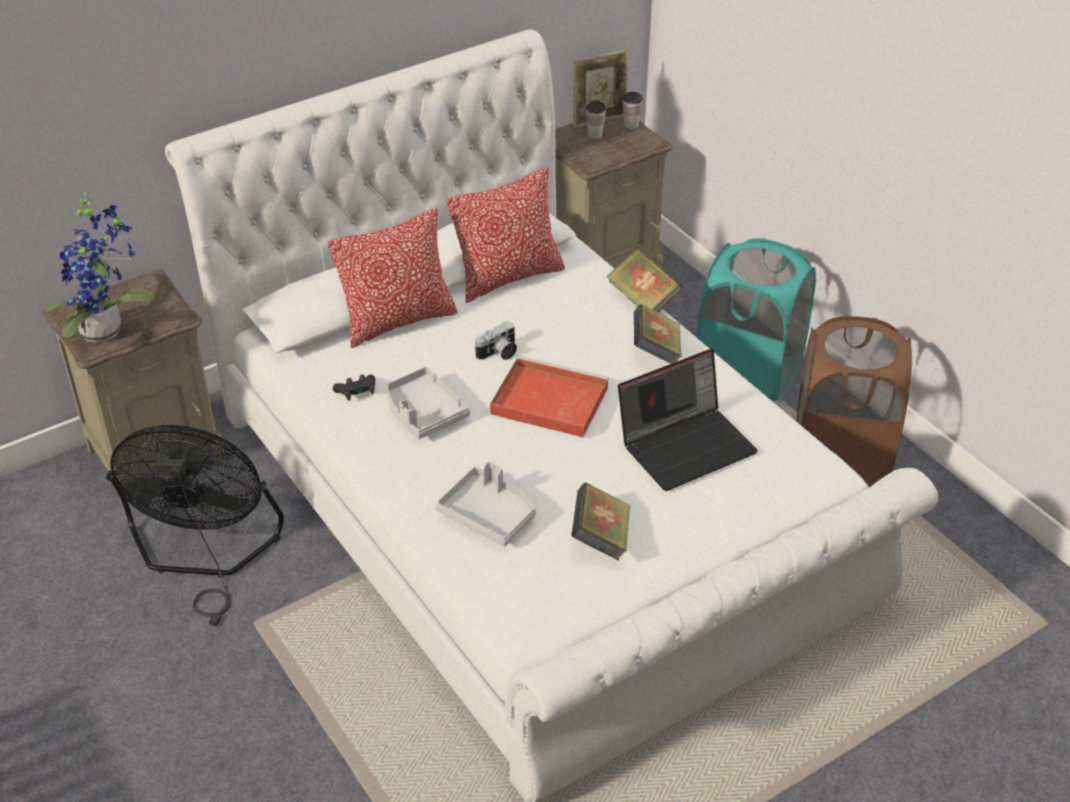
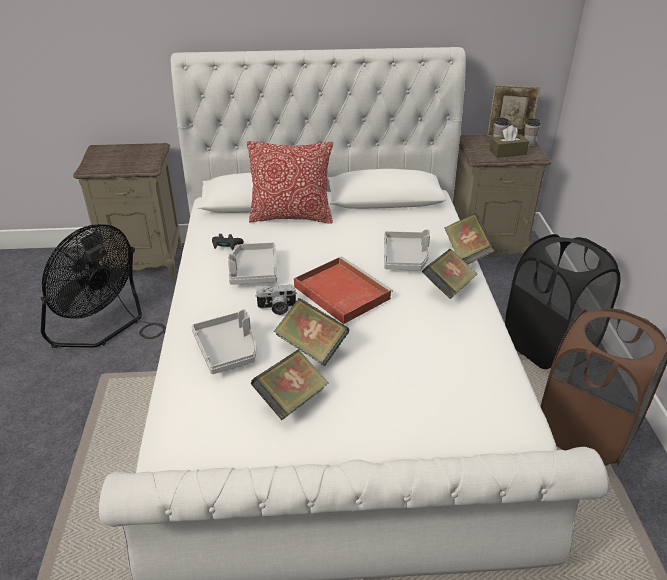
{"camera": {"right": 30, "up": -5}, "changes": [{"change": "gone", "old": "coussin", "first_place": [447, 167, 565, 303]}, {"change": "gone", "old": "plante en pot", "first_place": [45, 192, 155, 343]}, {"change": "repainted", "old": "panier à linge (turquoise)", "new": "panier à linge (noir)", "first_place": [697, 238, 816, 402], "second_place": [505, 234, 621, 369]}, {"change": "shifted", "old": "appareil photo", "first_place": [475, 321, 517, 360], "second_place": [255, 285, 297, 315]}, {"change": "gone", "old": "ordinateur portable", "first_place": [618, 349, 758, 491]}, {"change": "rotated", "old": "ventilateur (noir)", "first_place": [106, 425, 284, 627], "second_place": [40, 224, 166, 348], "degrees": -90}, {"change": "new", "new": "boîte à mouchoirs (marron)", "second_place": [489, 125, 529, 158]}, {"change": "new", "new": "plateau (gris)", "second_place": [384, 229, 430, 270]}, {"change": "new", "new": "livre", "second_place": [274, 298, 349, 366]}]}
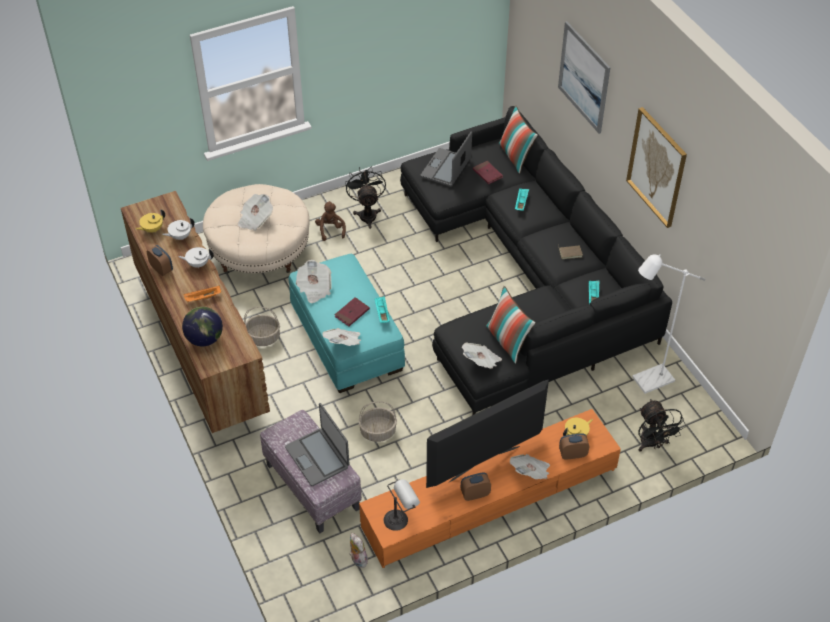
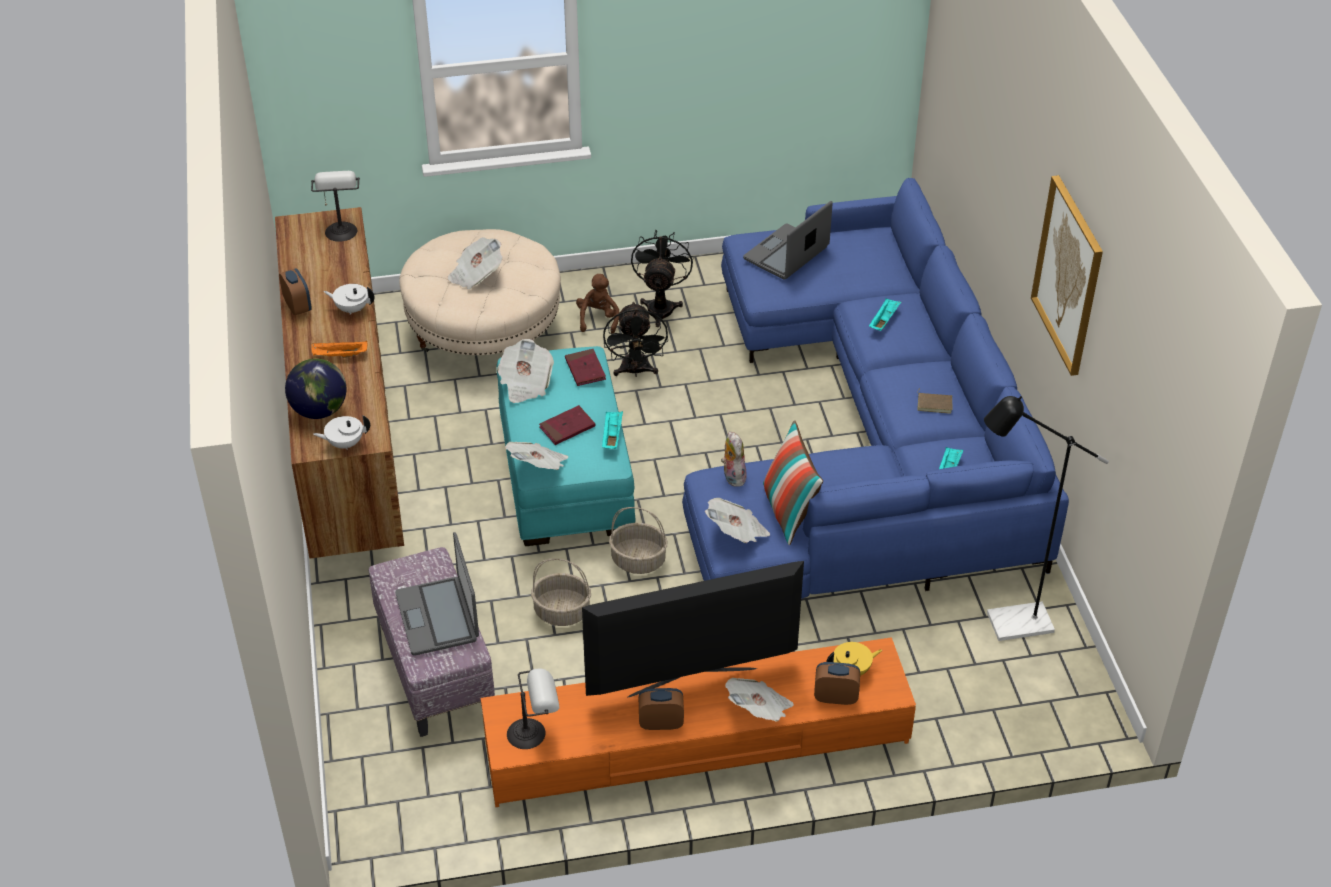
{"camera": {"right": 15, "up": -5}, "changes": [{"change": "gone", "old": "tableau", "first_place": [558, 21, 610, 134]}, {"change": "gone", "old": "coussin", "first_place": [499, 105, 538, 174]}, {"change": "repainted", "old": "canapé (noir)", "new": "canapé (bleu)", "first_place": [400, 106, 672, 415], "second_place": [682, 178, 1069, 599]}, {"change": "shifted", "old": "livre (rouge)", "first_place": [473, 161, 503, 184], "second_place": [565, 349, 606, 386]}, {"change": "gone", "old": "théière (jaune)", "first_place": [135, 209, 165, 233]}, {"change": "shifted", "old": "théière (blanc)", "first_place": [162, 218, 194, 240], "second_place": [313, 415, 370, 450]}, {"change": "repainted", "old": "lampadaire (blanc)", "new": "lampadaire (noir)", "first_place": [632, 254, 706, 394], "second_place": [984, 396, 1109, 641]}, {"change": "shifted", "old": "panier", "first_place": [244, 307, 280, 346], "second_place": [609, 507, 668, 574]}, {"change": "shifted", "old": "ventilateur (noir)", "first_place": [638, 399, 686, 451], "second_place": [603, 302, 668, 377]}, {"change": "shifted", "old": "peluche", "first_place": [349, 533, 368, 568], "second_place": [721, 431, 747, 487]}, {"change": "new", "new": "lampe de table", "second_place": [311, 171, 360, 242]}]}
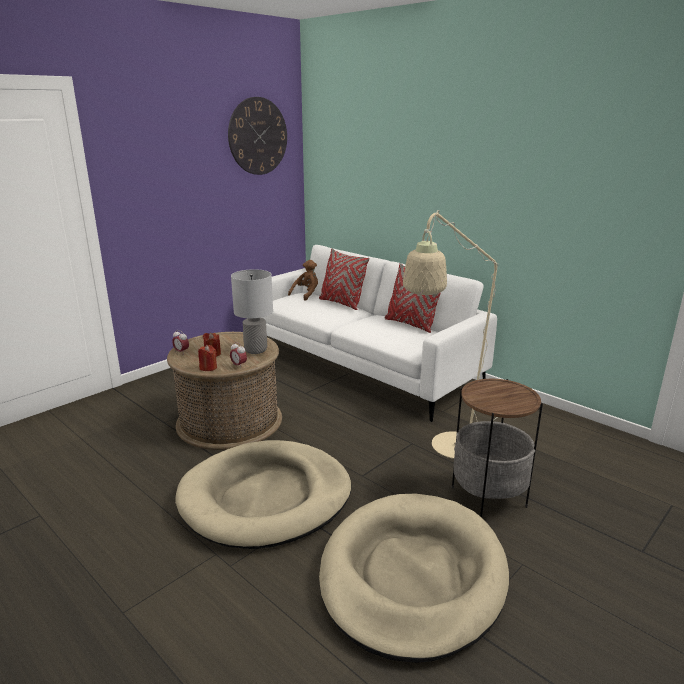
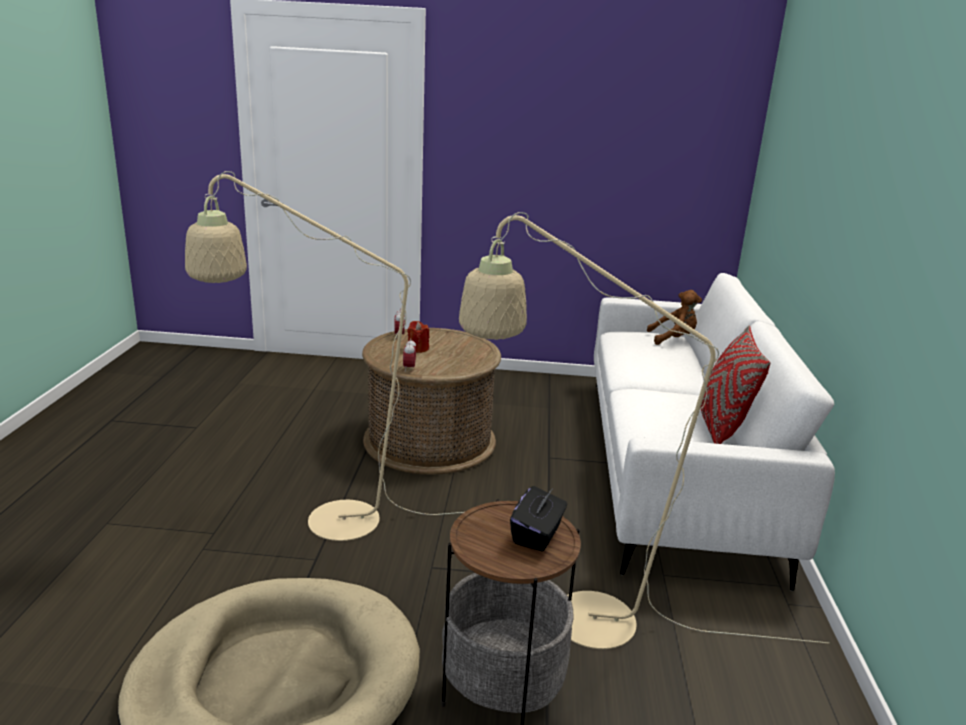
{"camera": {"right": 50, "up": 0}, "changes": [{"change": "gone", "old": "horloge murale", "first_place": [228, 97, 287, 175]}, {"change": "gone", "old": "coussin (rouge)", "first_place": [319, 248, 370, 310]}, {"change": "gone", "old": "lampe de table (gris)", "first_place": [231, 269, 273, 354]}, {"change": "gone", "old": "bougie (rouge)", "first_place": [198, 345, 217, 371]}, {"change": "swapped", "old": "panier pour chien (beige)", "new": "lampadaire (beige)", "first_place": [175, 440, 351, 549], "second_place": [185, 171, 464, 541]}, {"change": "new", "new": "boîte à mouchoirs (noir)", "second_place": [510, 486, 567, 551]}]}
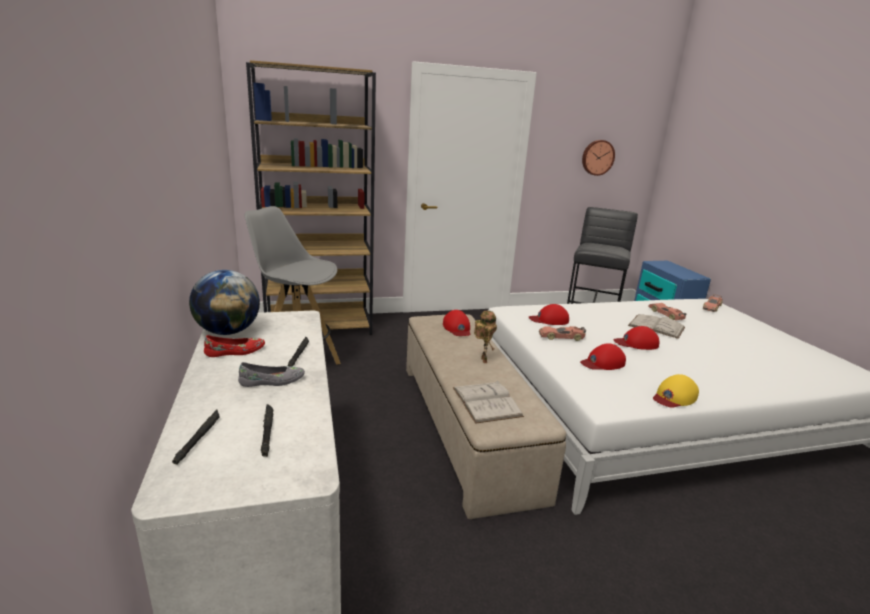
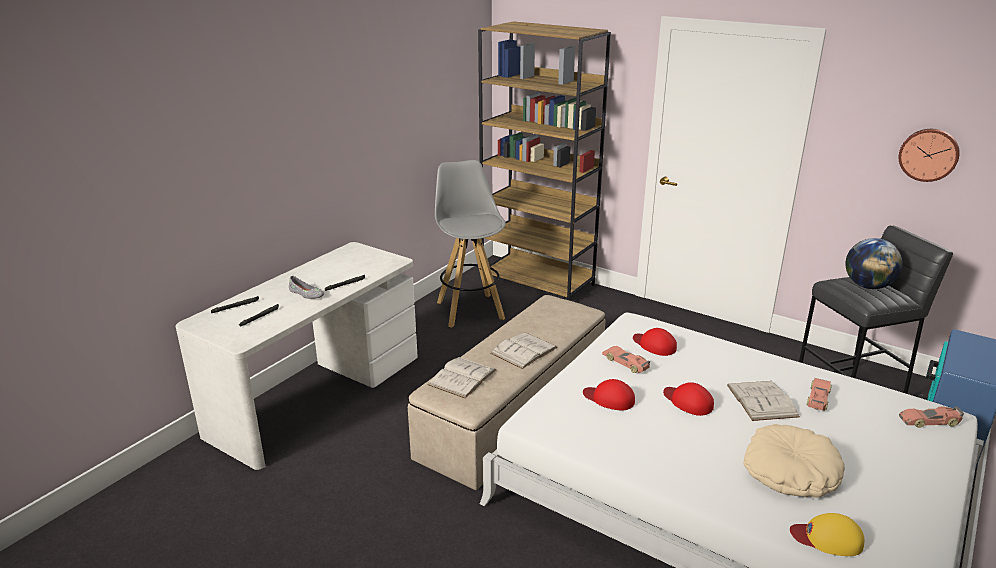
{"camera": {"right": 50, "up": 5}, "changes": [{"change": "shifted", "old": "globe", "first_place": [189, 270, 260, 335], "second_place": [845, 238, 902, 289]}, {"change": "gone", "old": "casquette (rouge)", "first_place": [443, 310, 470, 336]}, {"change": "swapped", "old": "robot jouet", "new": "livre (blanc)", "first_place": [474, 311, 497, 363], "second_place": [490, 332, 558, 369]}, {"change": "gone", "old": "chaussure (rouge)", "first_place": [204, 335, 265, 357]}, {"change": "shifted", "old": "casquette (jaune)", "first_place": [653, 374, 699, 408], "second_place": [790, 513, 864, 556]}, {"change": "new", "new": "coussin (beige)", "second_place": [743, 424, 845, 498]}]}
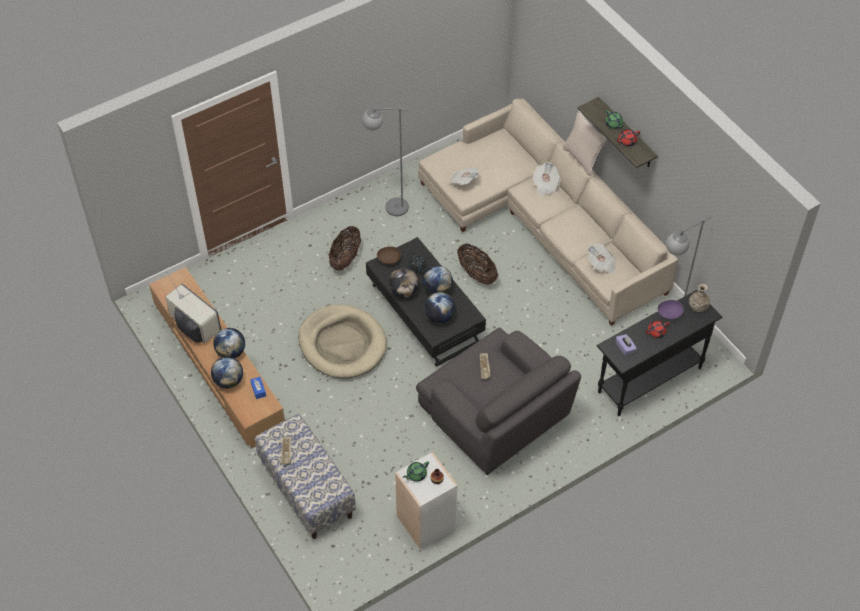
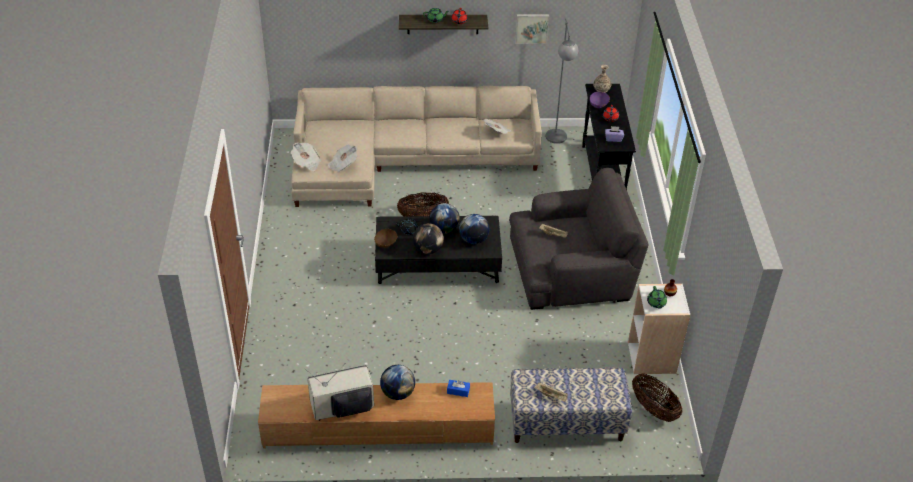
{"camera": {"right": -60, "up": -10}, "changes": [{"change": "gone", "old": "lampadaire (gris)", "first_place": [362, 107, 409, 216]}, {"change": "gone", "old": "coussin (beige)", "first_place": [563, 111, 607, 176]}, {"change": "shifted", "old": "journal", "first_place": [532, 162, 561, 196], "second_place": [291, 142, 322, 172]}, {"change": "shifted", "old": "panier", "first_place": [329, 226, 361, 271], "second_place": [632, 373, 682, 422]}, {"change": "gone", "old": "panier pour chien (beige)", "first_place": [298, 304, 387, 378]}, {"change": "gone", "old": "globe", "first_place": [211, 357, 243, 389]}, {"change": "new", "new": "tableau", "second_place": [515, 14, 550, 44]}]}
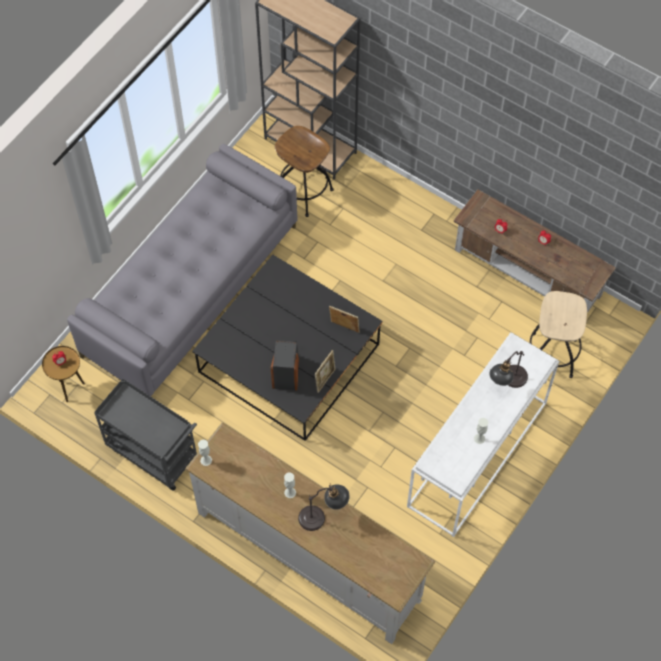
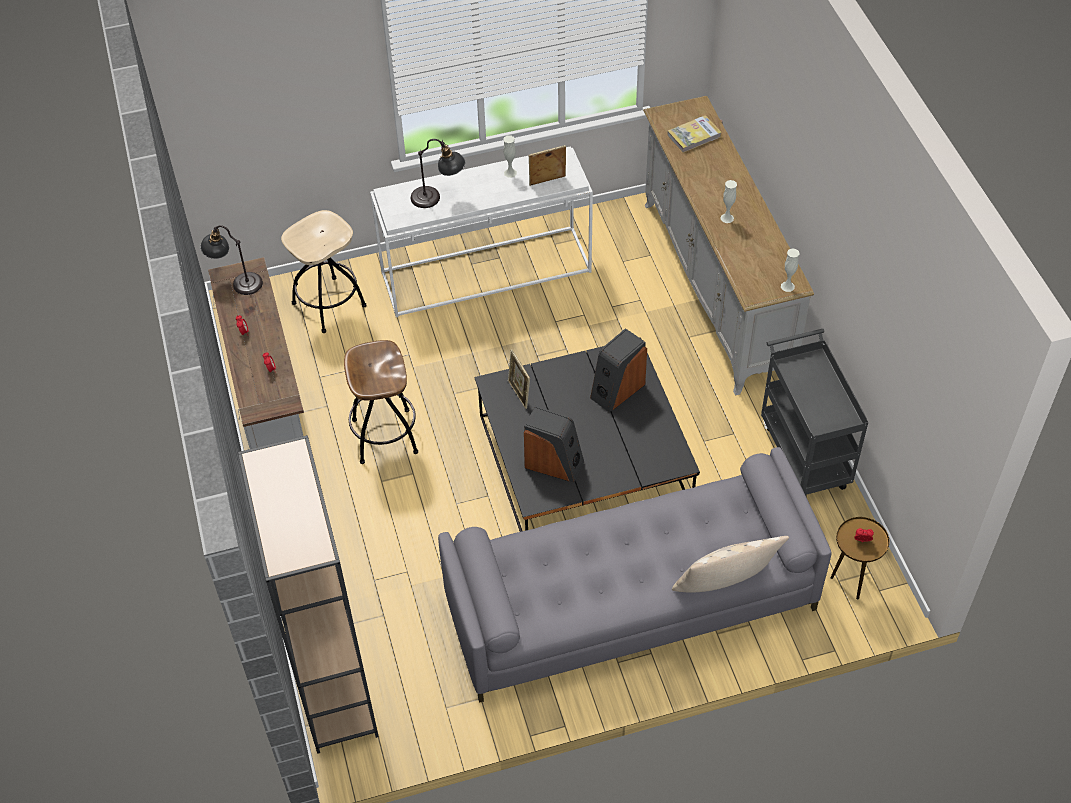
{"camera": {"right": -140, "up": -10}, "changes": [{"change": "shifted", "old": "tabouret (marron)", "first_place": [275, 126, 333, 217], "second_place": [344, 340, 418, 464]}, {"change": "shifted", "old": "cadre photo", "first_place": [315, 350, 335, 393], "second_place": [529, 145, 566, 186]}, {"change": "shifted", "old": "lampe de table (gris)", "first_place": [298, 483, 350, 531], "second_place": [200, 225, 263, 295]}, {"change": "new", "new": "livre", "second_place": [667, 115, 722, 153]}, {"change": "new", "new": "enceinte", "second_place": [524, 406, 584, 482]}, {"change": "new", "new": "coussin (beige)", "second_place": [672, 536, 789, 593]}]}
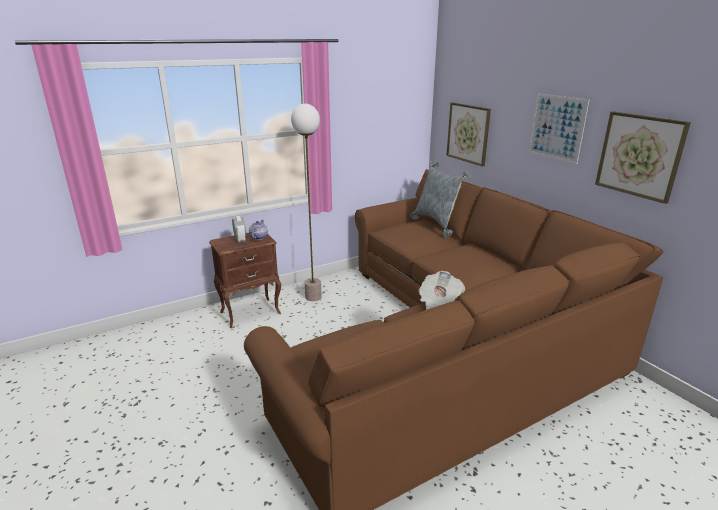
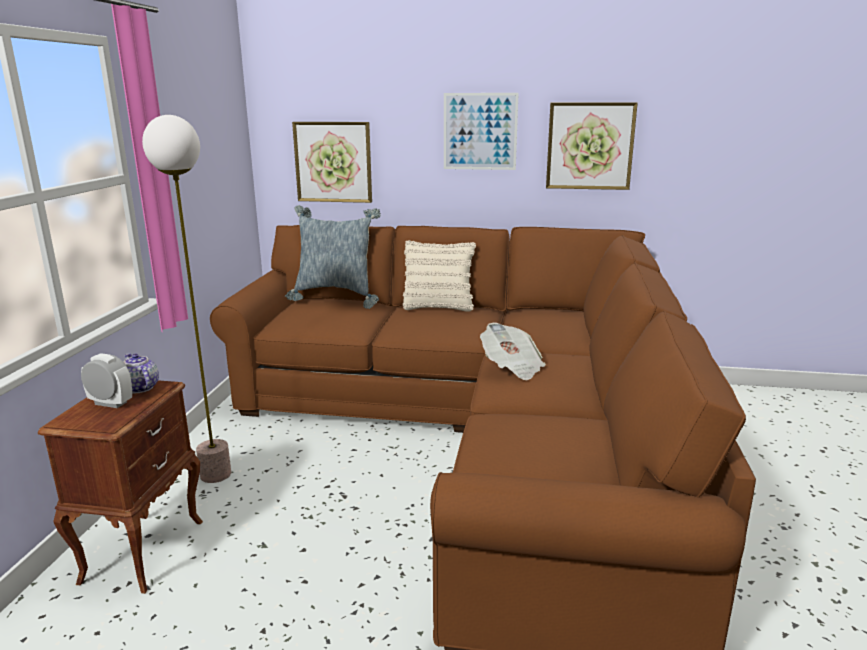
{"camera": {"right": -50, "up": -5}, "changes": [{"change": "new", "new": "coussin (beige)", "second_place": [403, 240, 476, 312]}]}
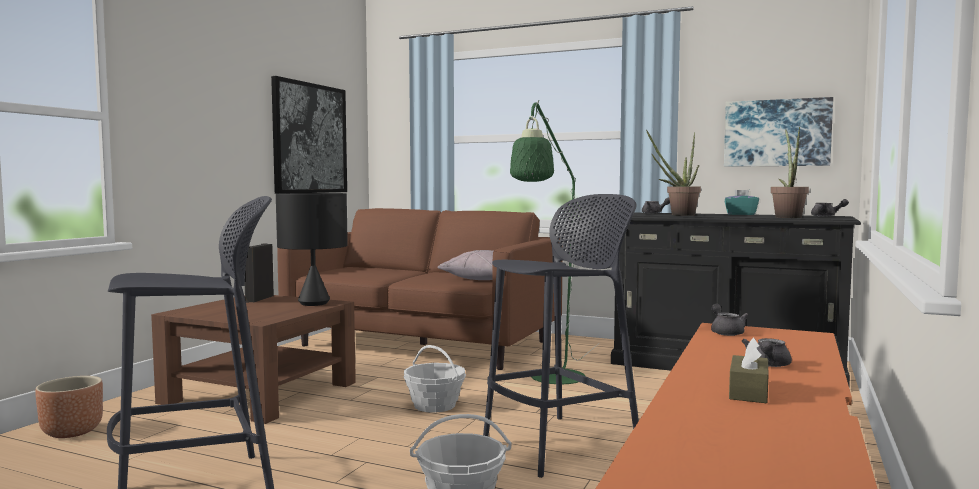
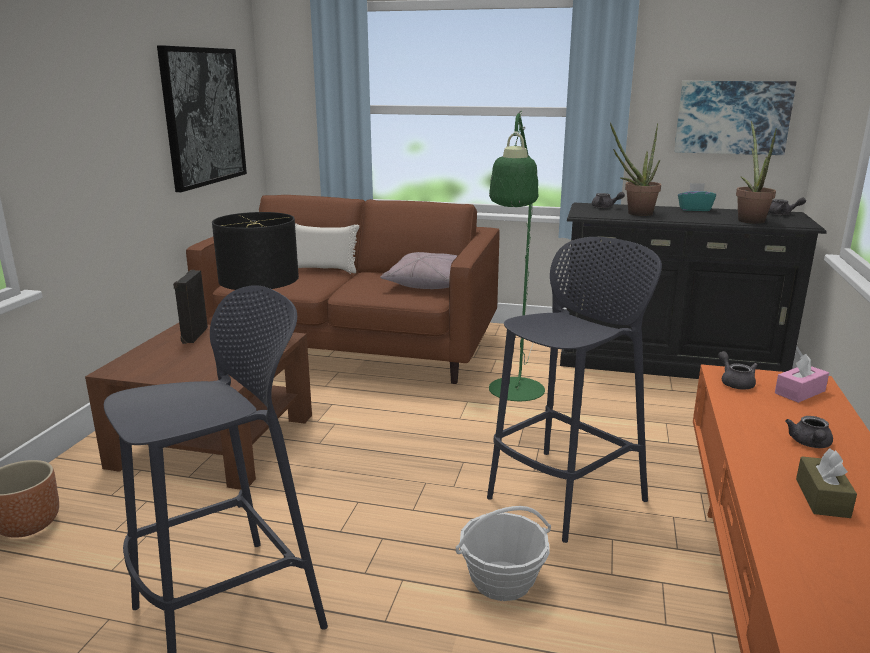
{"camera": {"right": -10, "up": 15}, "changes": [{"change": "gone", "old": "panier", "first_place": [403, 345, 466, 413]}, {"change": "new", "new": "coussin (blanc)", "second_place": [295, 223, 359, 274]}, {"change": "new", "new": "boîte à mouchoirs (rose)", "second_place": [775, 354, 829, 403]}]}
